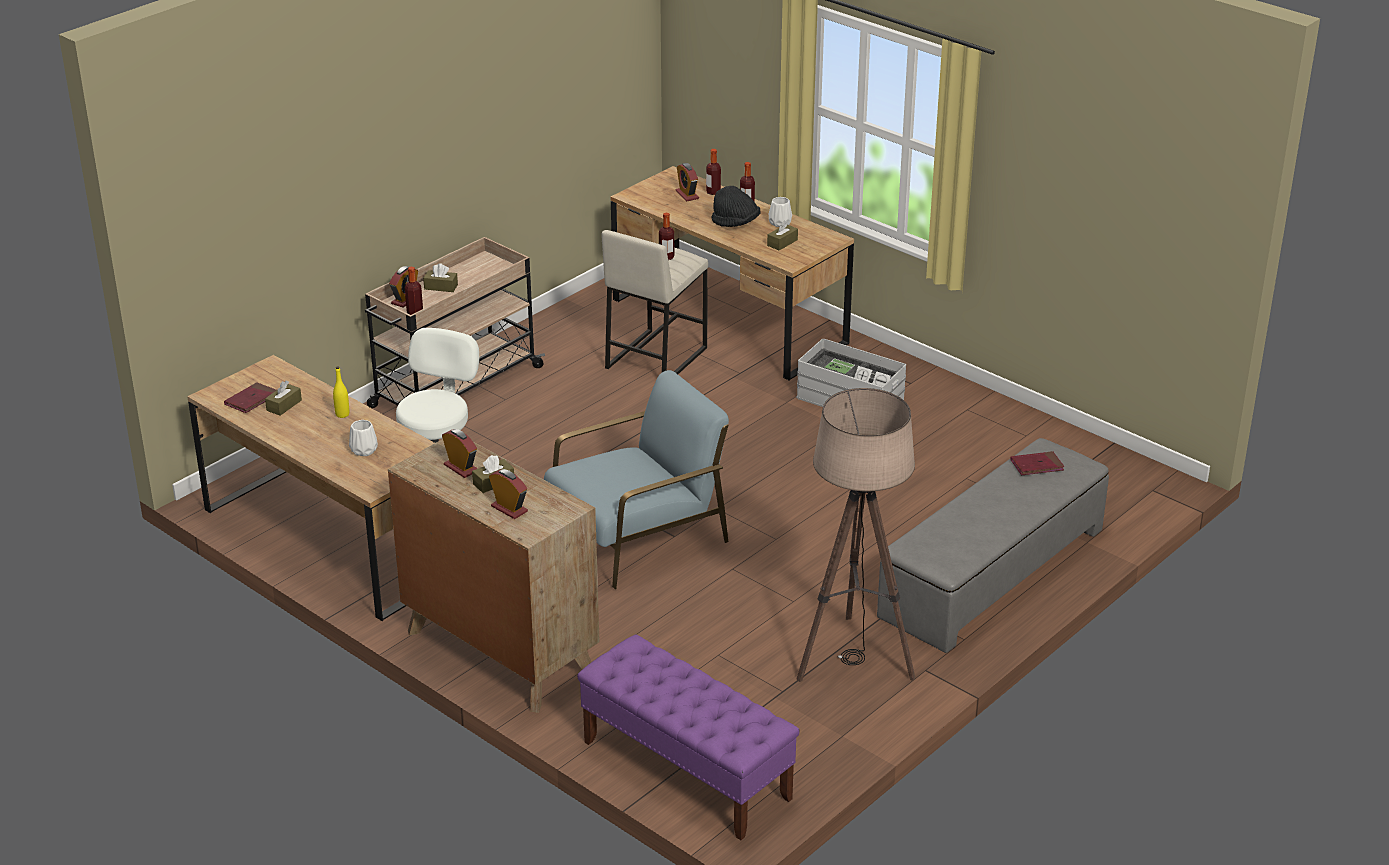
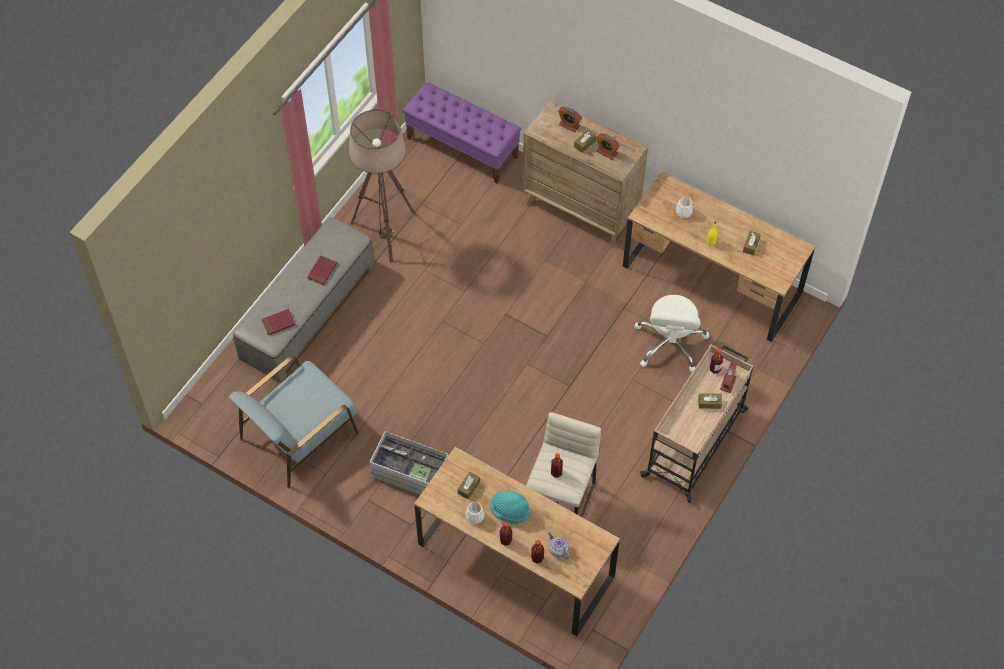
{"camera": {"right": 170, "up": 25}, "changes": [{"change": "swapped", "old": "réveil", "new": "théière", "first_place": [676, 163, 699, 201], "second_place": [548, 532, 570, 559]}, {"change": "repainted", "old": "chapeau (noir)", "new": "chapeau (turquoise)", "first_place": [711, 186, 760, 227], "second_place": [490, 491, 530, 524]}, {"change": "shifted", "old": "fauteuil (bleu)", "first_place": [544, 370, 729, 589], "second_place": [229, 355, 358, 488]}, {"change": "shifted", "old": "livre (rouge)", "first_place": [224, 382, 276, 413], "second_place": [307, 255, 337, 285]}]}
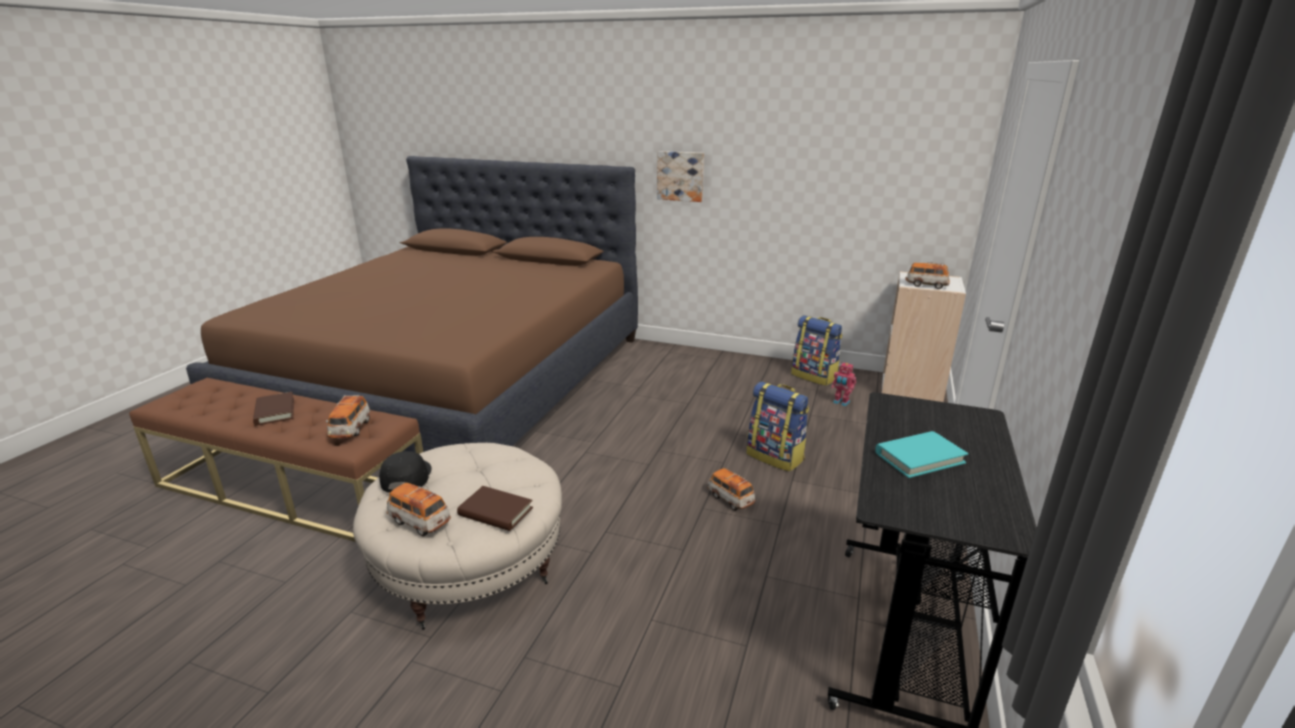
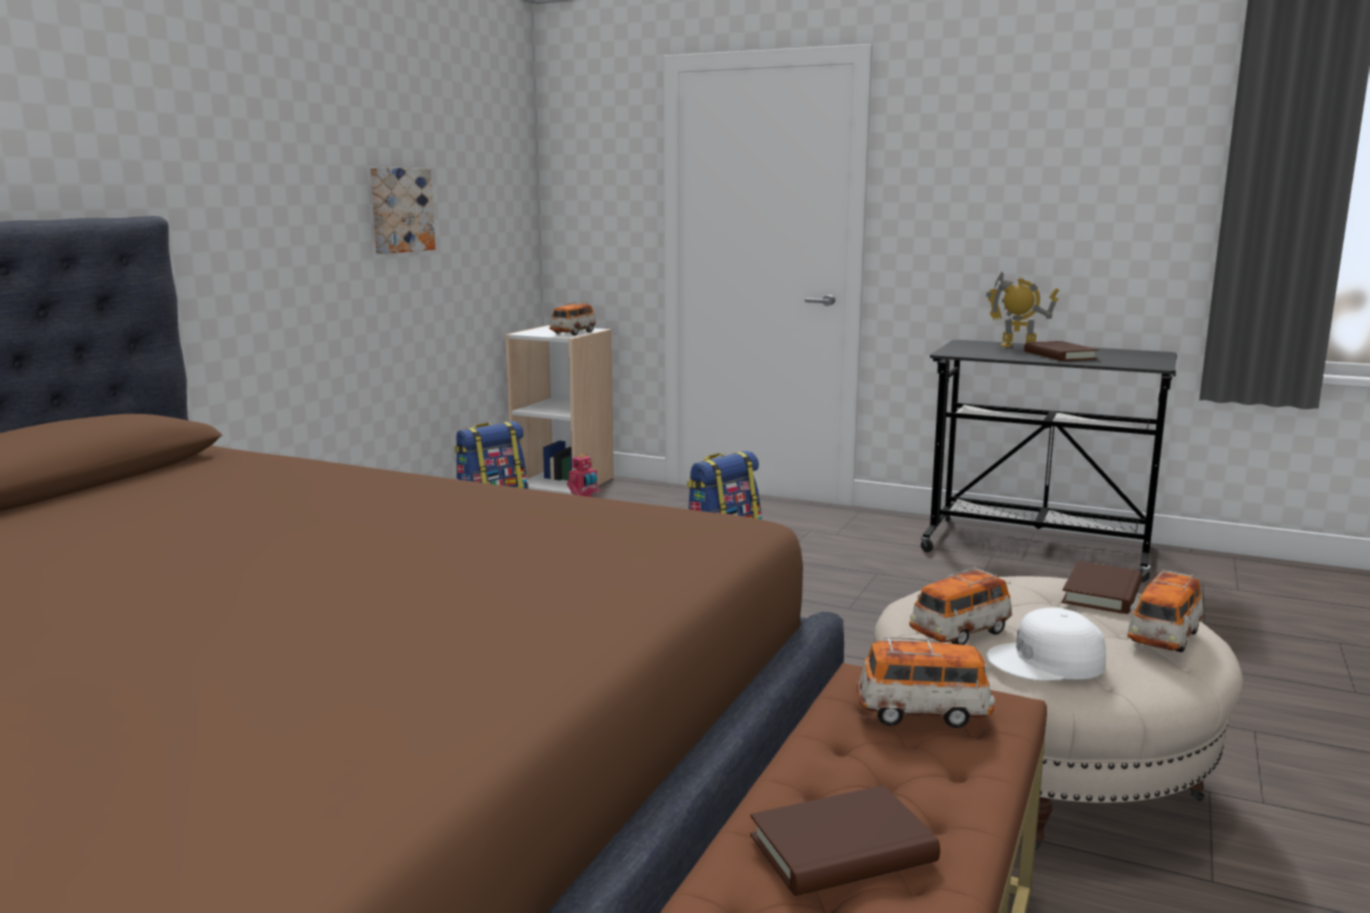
{"camera": {"right": -85, "up": -10}, "changes": [{"change": "shifted", "old": "tableau", "first_place": [657, 151, 704, 202], "second_place": [370, 167, 435, 254]}, {"change": "repainted", "old": "livre (turquoise)", "new": "livre (marron)", "first_place": [875, 431, 968, 478], "second_place": [1024, 341, 1099, 361]}, {"change": "repainted", "old": "casquette (noir)", "new": "casquette (blanc)", "first_place": [379, 451, 432, 493], "second_place": [986, 608, 1106, 681]}, {"change": "shifted", "old": "petite voiture", "first_place": [708, 468, 755, 511], "second_place": [910, 567, 1013, 645]}, {"change": "new", "new": "robot jouet", "second_place": [986, 272, 1059, 347]}]}
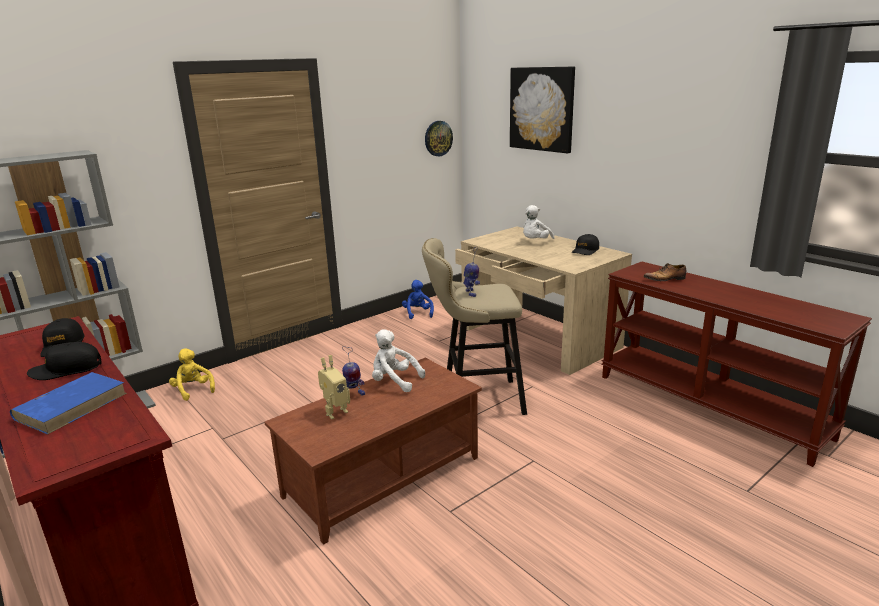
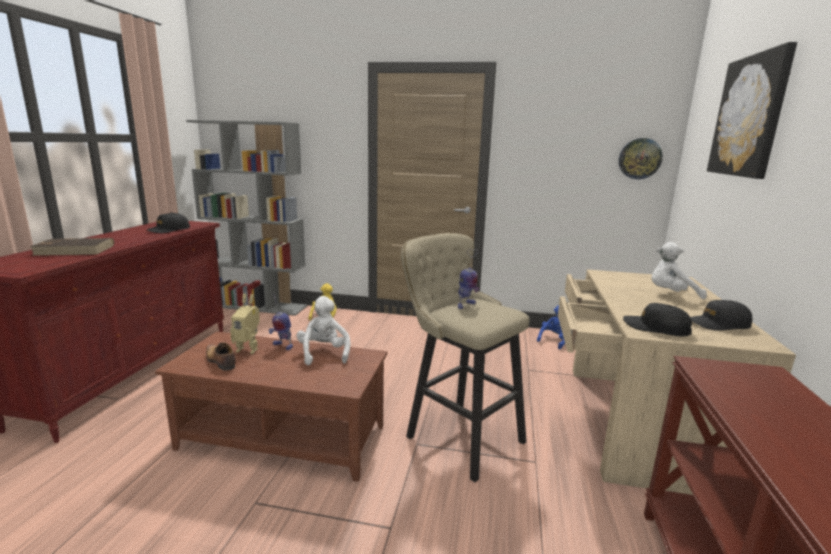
{"camera": {"right": 50, "up": -5}, "changes": [{"change": "shifted", "old": "chaussure", "first_place": [644, 263, 687, 281], "second_place": [206, 342, 236, 371]}, {"change": "shifted", "old": "casquette (noir)", "first_place": [27, 342, 102, 380], "second_place": [623, 303, 692, 337]}, {"change": "repainted", "old": "livre (bleu)", "new": "livre (marron)", "first_place": [10, 372, 127, 435], "second_place": [30, 238, 114, 256]}]}
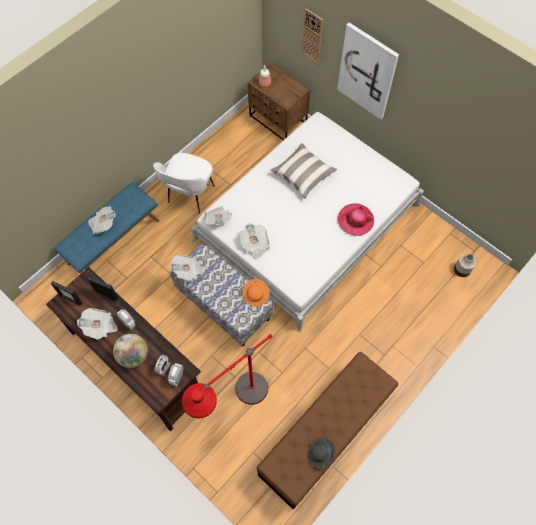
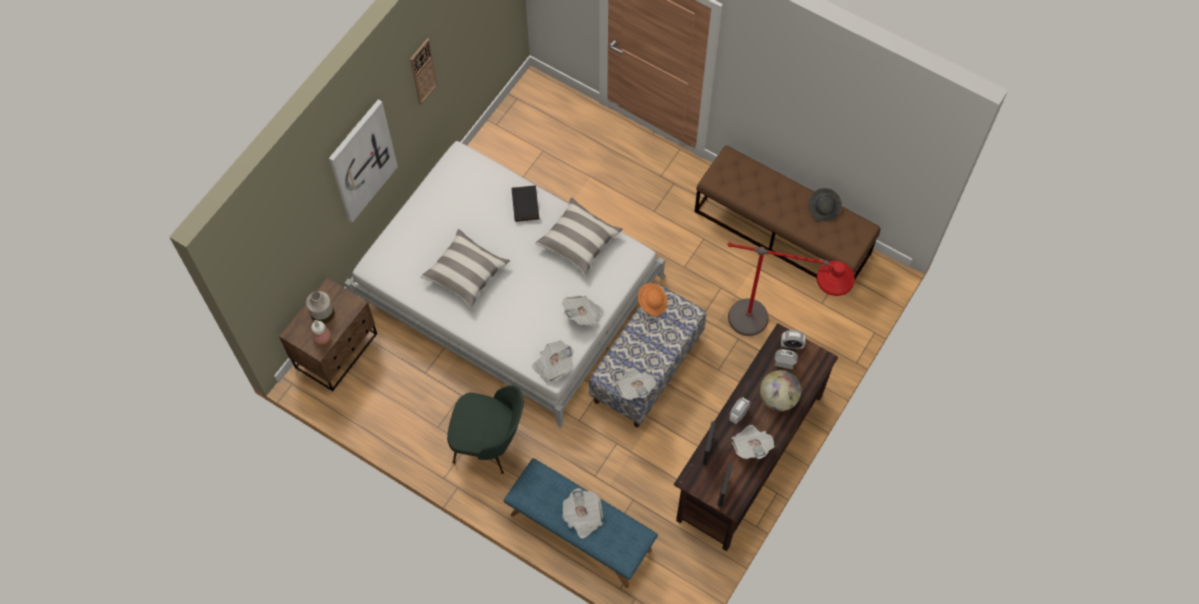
{"camera": {"right": -100, "up": 0}, "changes": [{"change": "shifted", "old": "horloge murale", "first_place": [302, 8, 323, 63], "second_place": [410, 38, 437, 105]}, {"change": "repainted", "old": "chaise (blanc)", "new": "chaise (vert)", "first_place": [153, 153, 215, 214], "second_place": [447, 385, 524, 474]}, {"change": "swapped", "old": "chapeau", "new": "livre (noir)", "first_place": [338, 203, 374, 236], "second_place": [512, 185, 539, 222]}, {"change": "shifted", "old": "vase (beige)", "first_place": [454, 254, 476, 277], "second_place": [306, 291, 335, 324]}, {"change": "new", "new": "coussin", "second_place": [535, 197, 623, 276]}]}
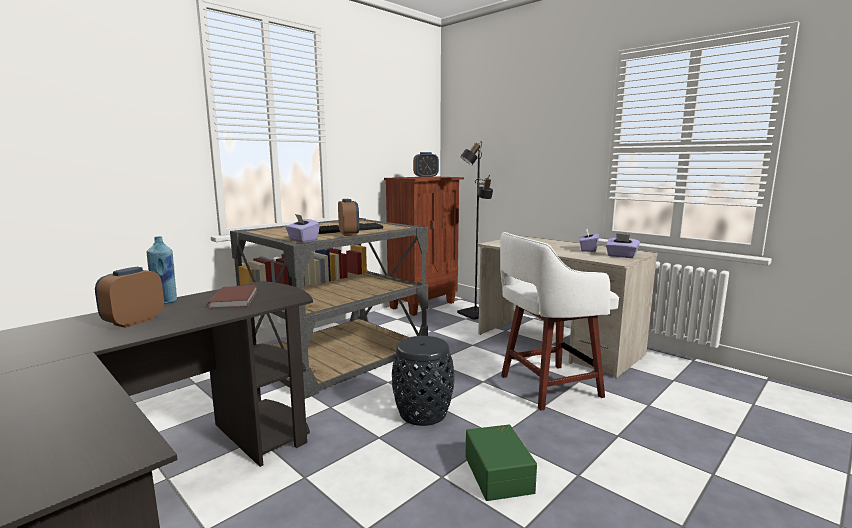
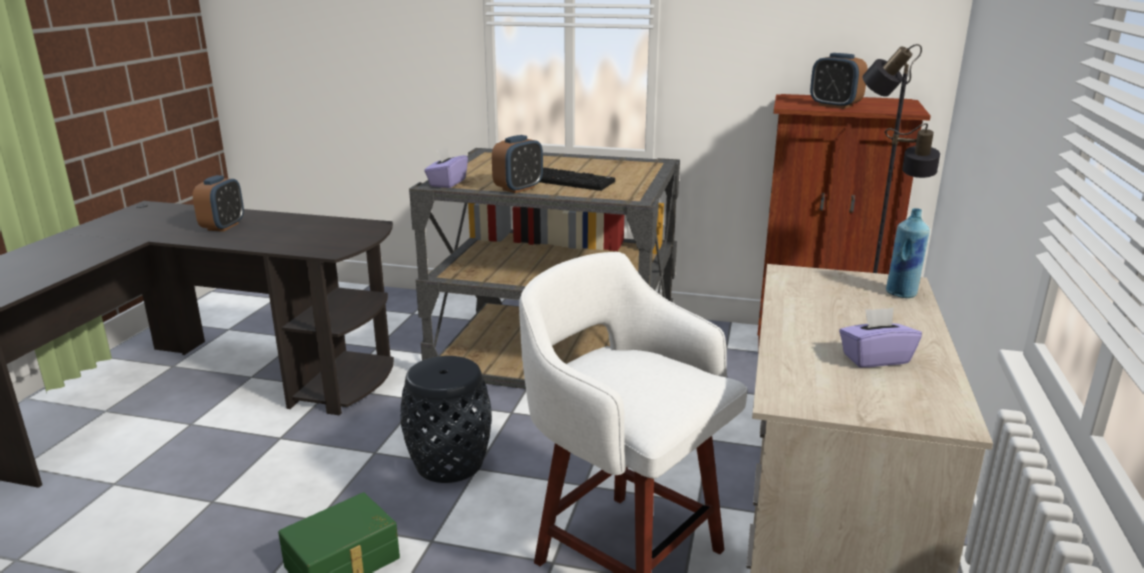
{"camera": {"right": 60, "up": 10}, "changes": [{"change": "gone", "old": "boîte à mouchoirs (violet)", "first_place": [606, 233, 640, 258]}, {"change": "shifted", "old": "bouteille (bleu)", "first_place": [147, 236, 177, 304], "second_place": [886, 208, 930, 298]}, {"change": "rotated", "old": "réveil", "first_place": [95, 267, 164, 328], "second_place": [193, 175, 244, 232], "degrees": 105}, {"change": "gone", "old": "livre (marron)", "first_place": [208, 285, 257, 309]}]}
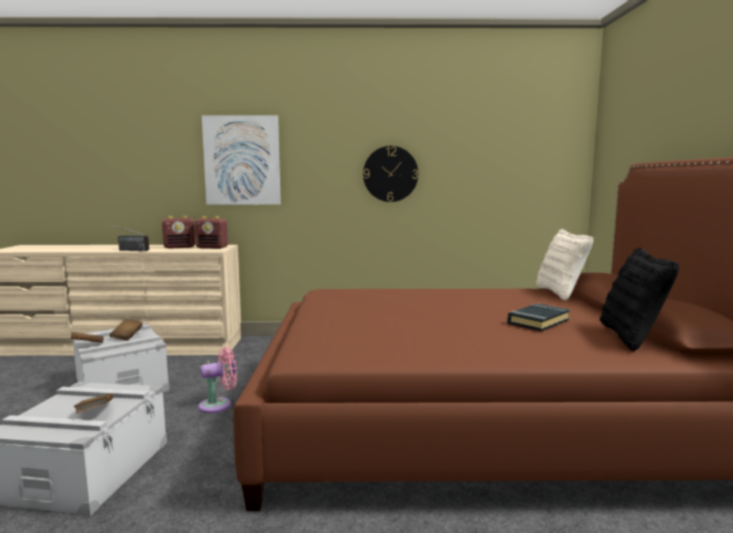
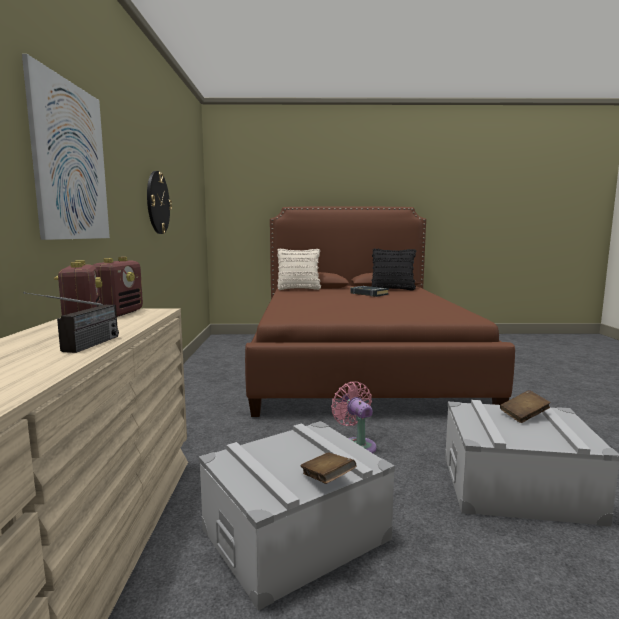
{"camera": {"right": -90, "up": 0}, "changes": [{"change": "gone", "old": "livre (marron)", "first_place": [109, 319, 143, 341]}]}
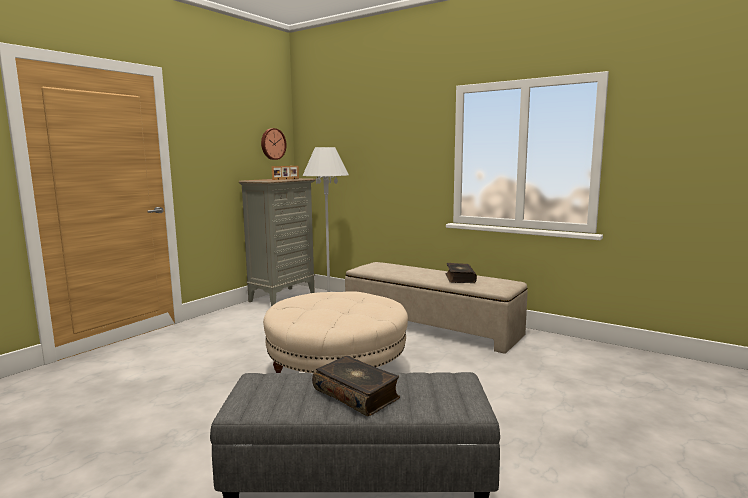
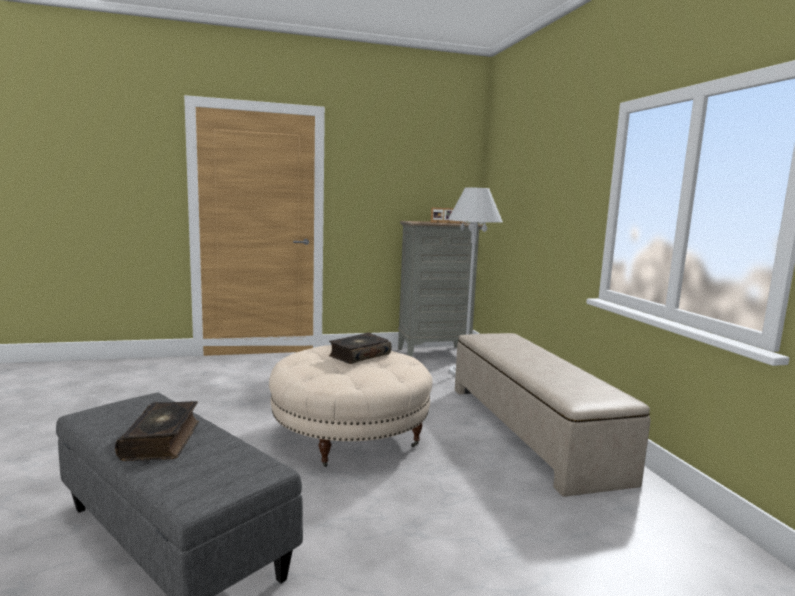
{"camera": {"right": 40, "up": 0}, "changes": [{"change": "gone", "old": "horloge murale", "first_place": [261, 128, 287, 160]}, {"change": "shifted", "old": "livre", "first_place": [446, 263, 477, 283], "second_place": [328, 332, 392, 364]}]}
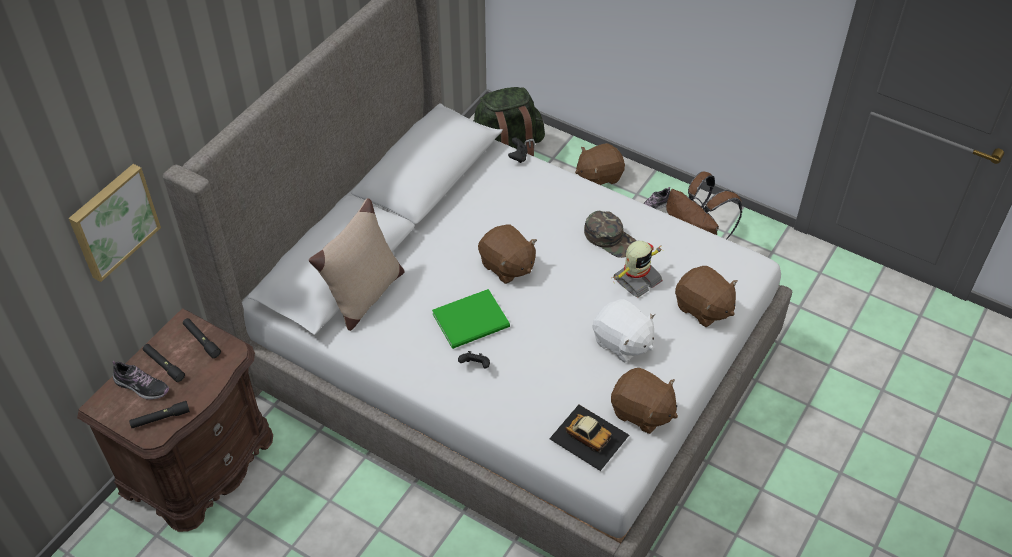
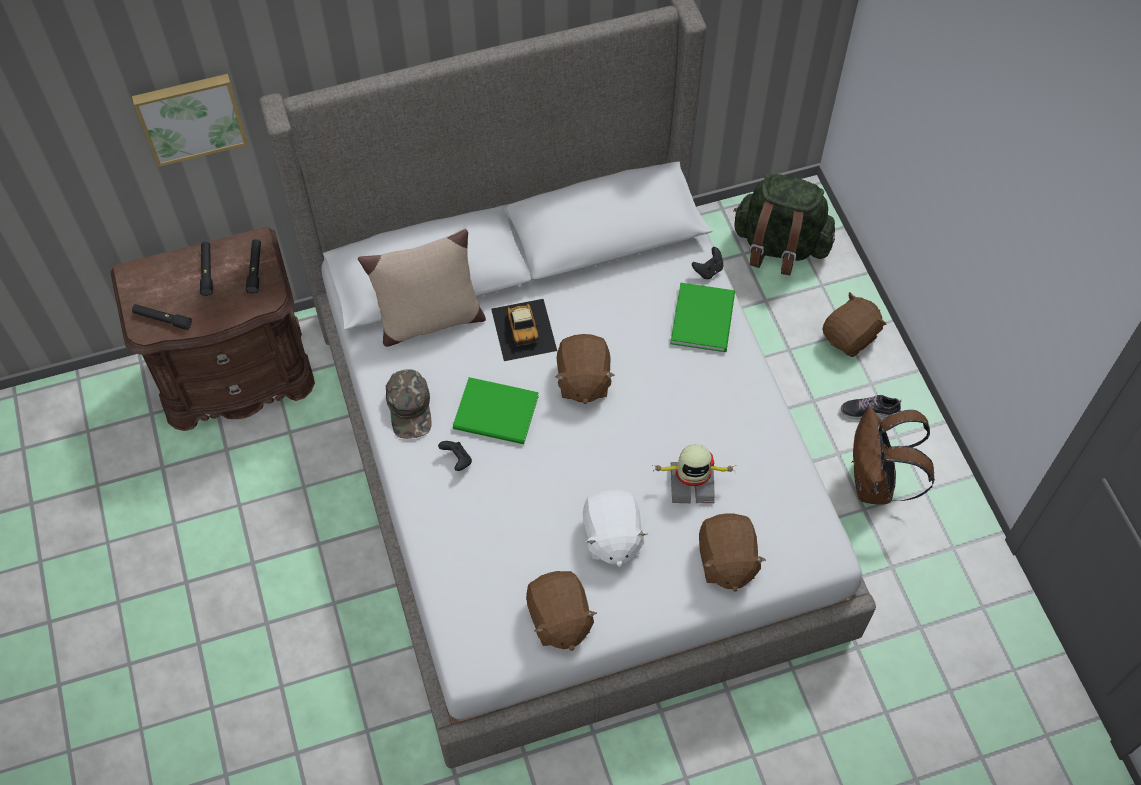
{"camera": {"right": 40, "up": 10}, "changes": [{"change": "rotated", "old": "peluche (marron)", "first_place": [575, 143, 625, 185], "second_place": [823, 292, 887, 357], "degrees": 120}, {"change": "shifted", "old": "casquette (vert)", "first_place": [584, 211, 636, 258], "second_place": [386, 369, 432, 439]}, {"change": "gone", "old": "chaussure", "first_place": [113, 361, 169, 400]}, {"change": "shifted", "old": "petite voiture", "first_place": [549, 405, 629, 471], "second_place": [491, 299, 557, 361]}, {"change": "new", "new": "livre (vert)", "second_place": [670, 282, 735, 352]}]}
